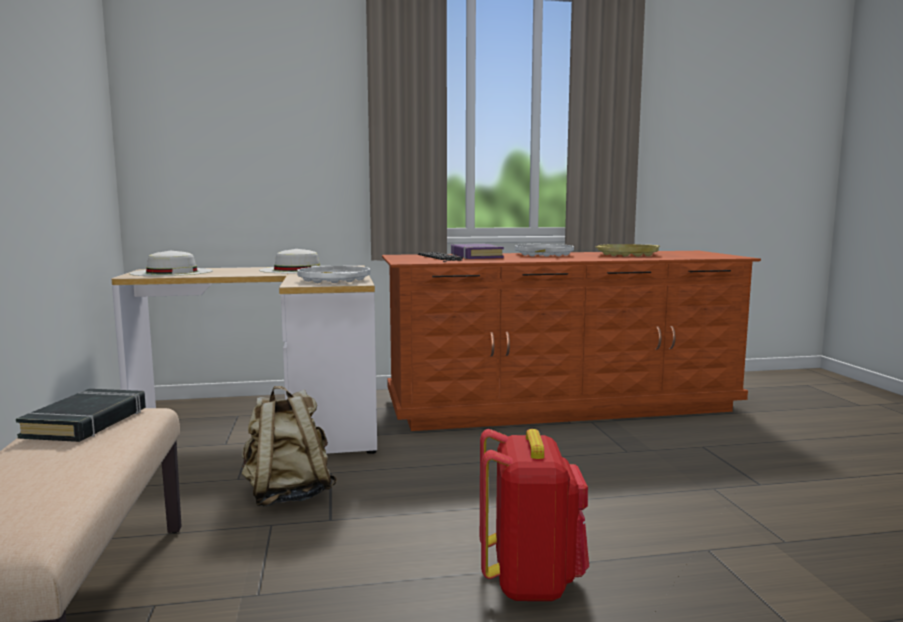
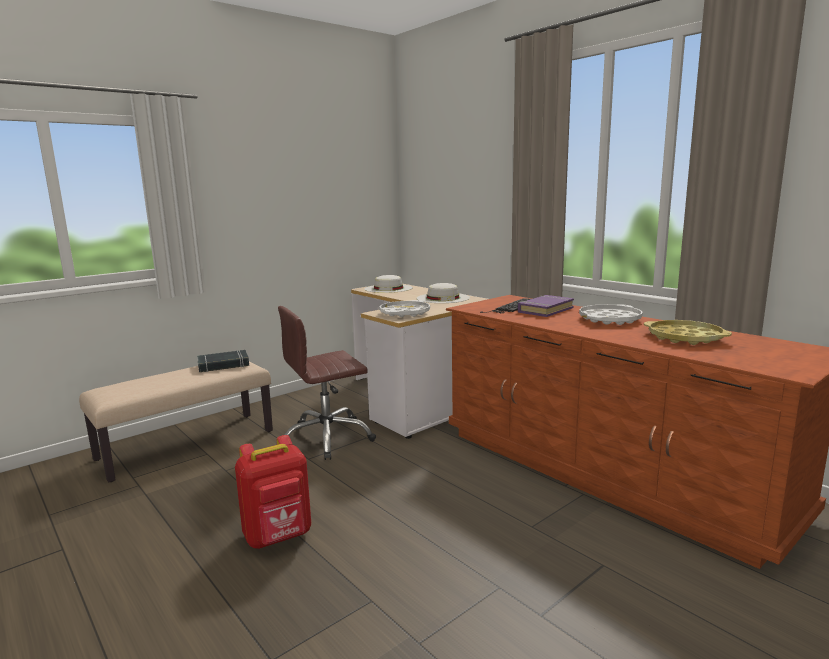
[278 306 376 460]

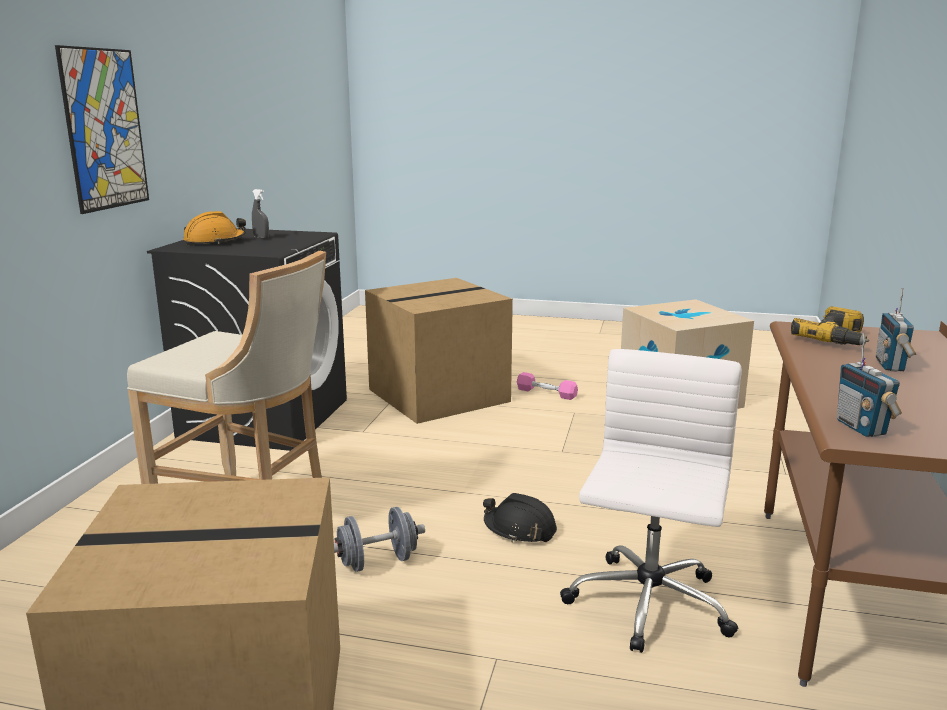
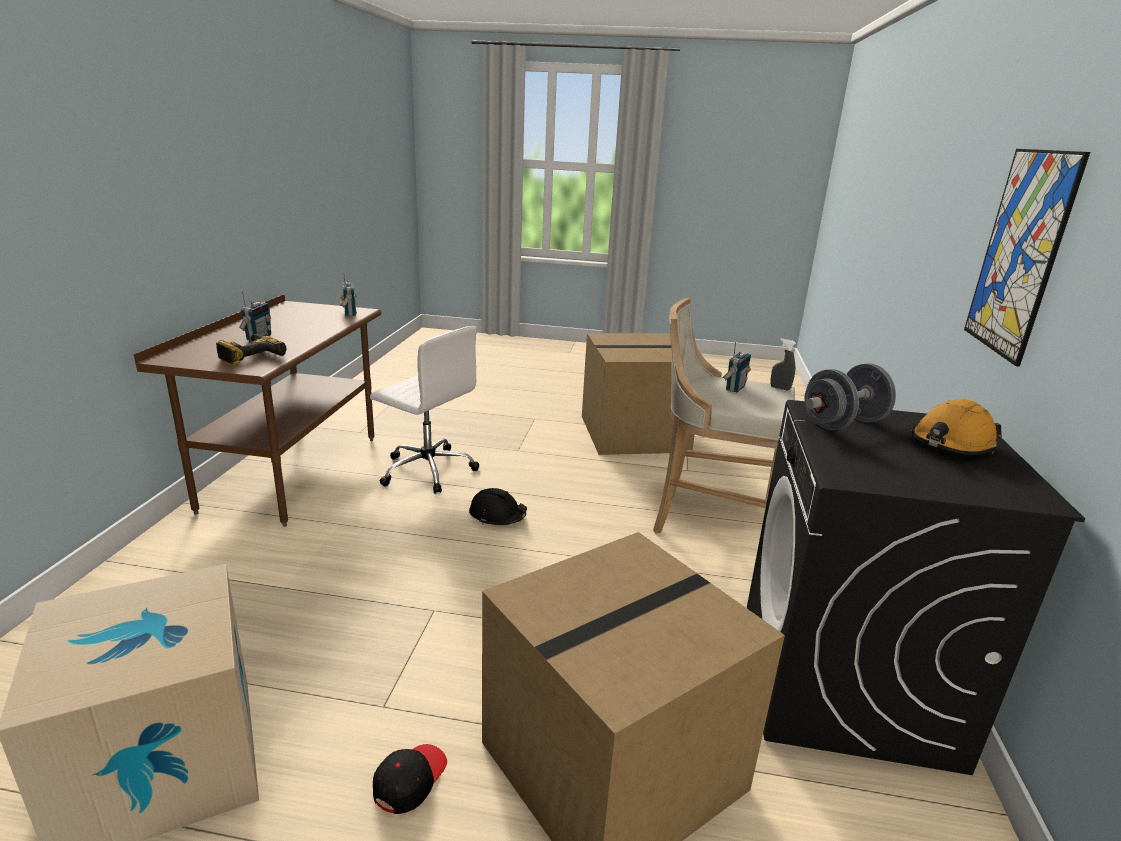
[370 326 479 494]
[373 744 447 814]
[723 341 751 393]
[770 339 796 390]
[804 363 896 430]

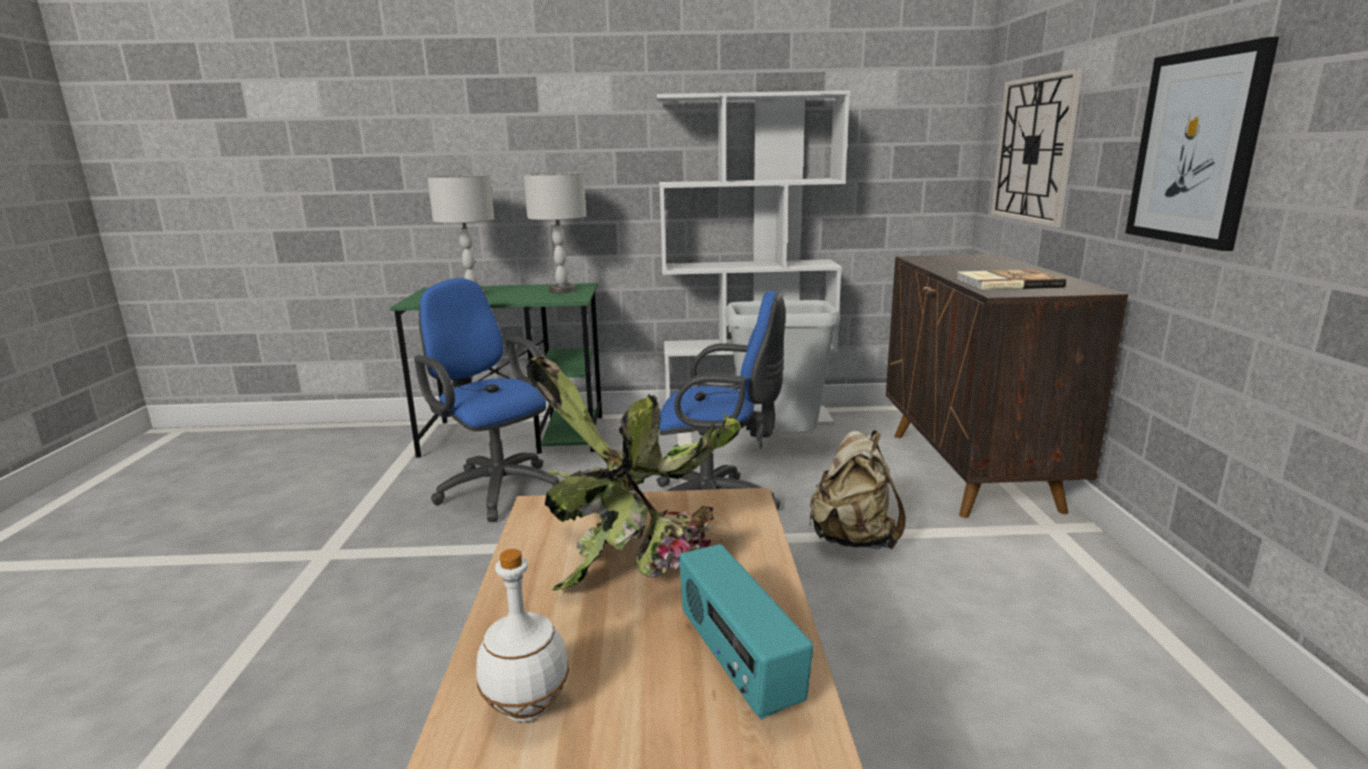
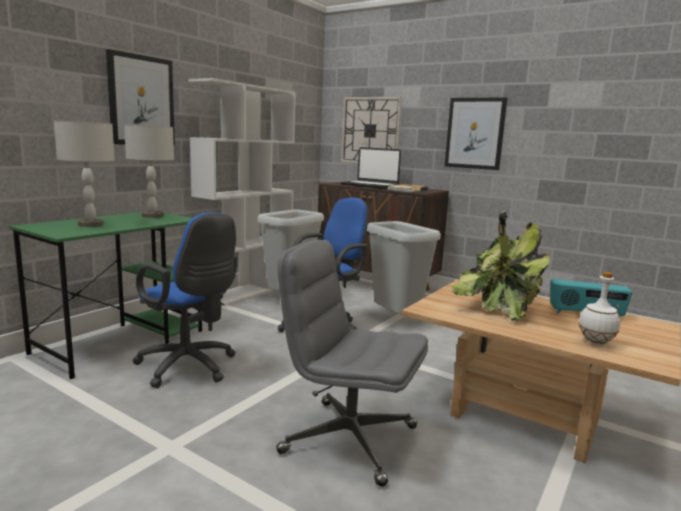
[106 49 175 145]
[132 212 237 388]
[276 240 428 487]
[341 147 401 189]
[367 221 441 315]

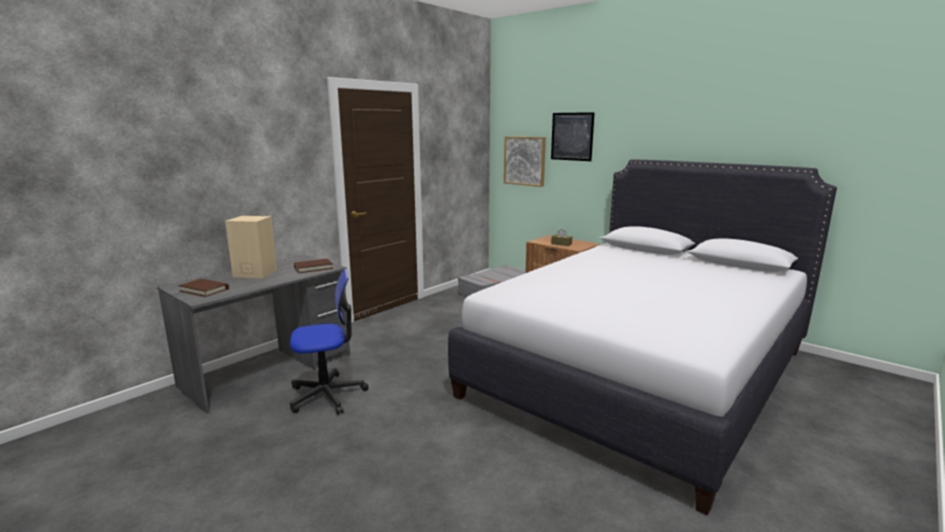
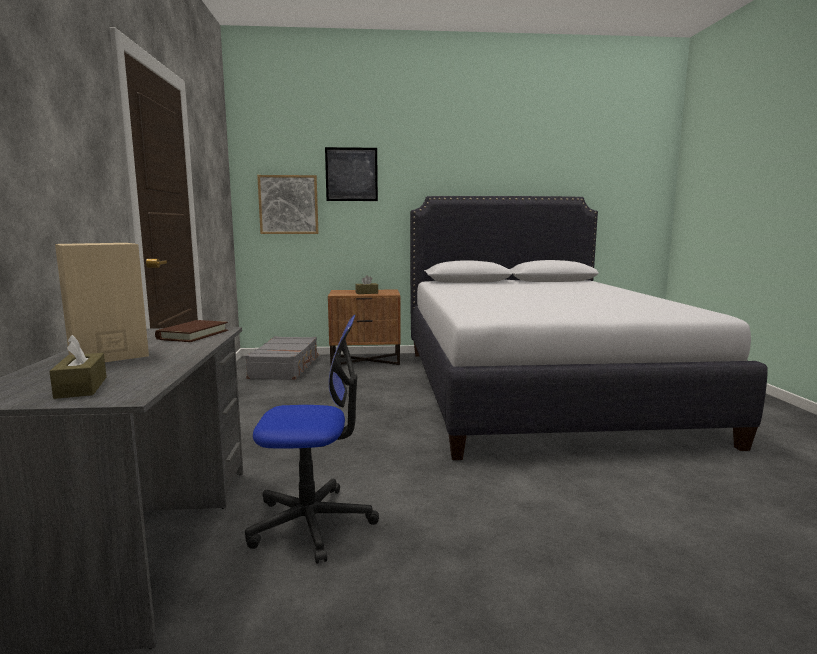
[49 335 107 399]
[245 315 379 564]

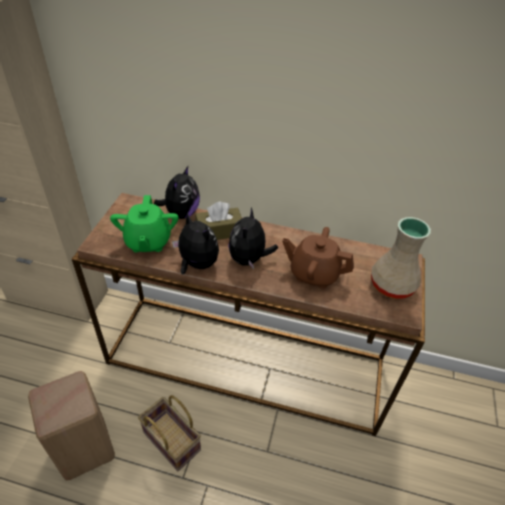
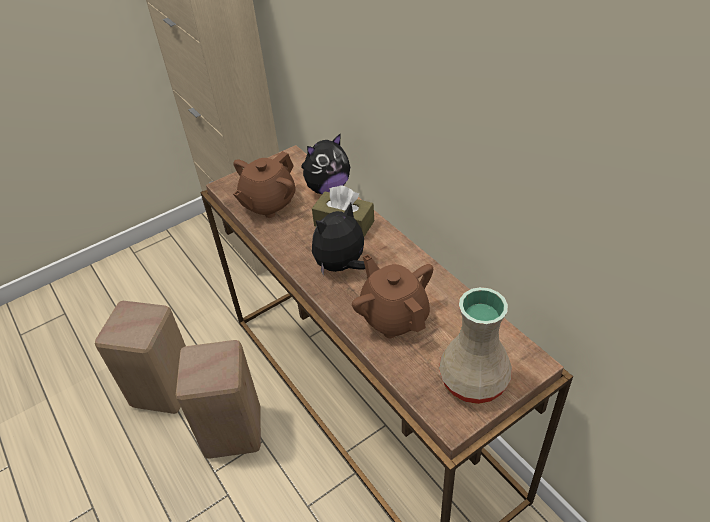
[176 340 261 459]
[233 151 296 218]
[172 212 219 274] (first image)

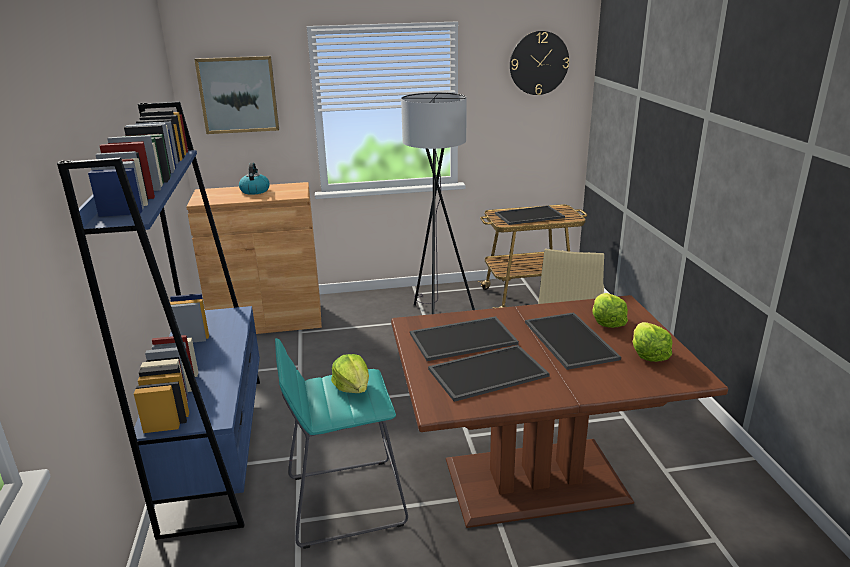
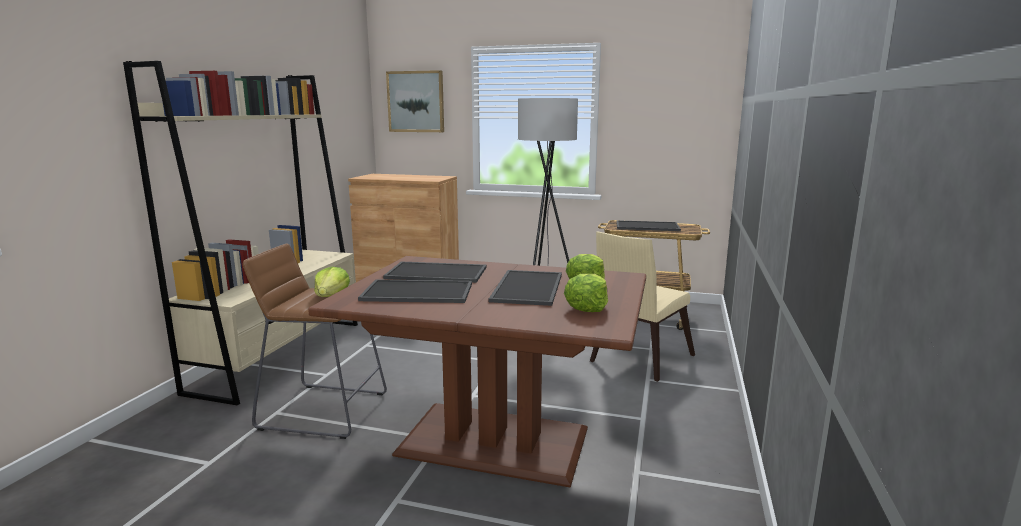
[123 61 358 405]
[243 244 387 439]
[239 163 270 195] (first image)
[510 31 569 95] (first image)

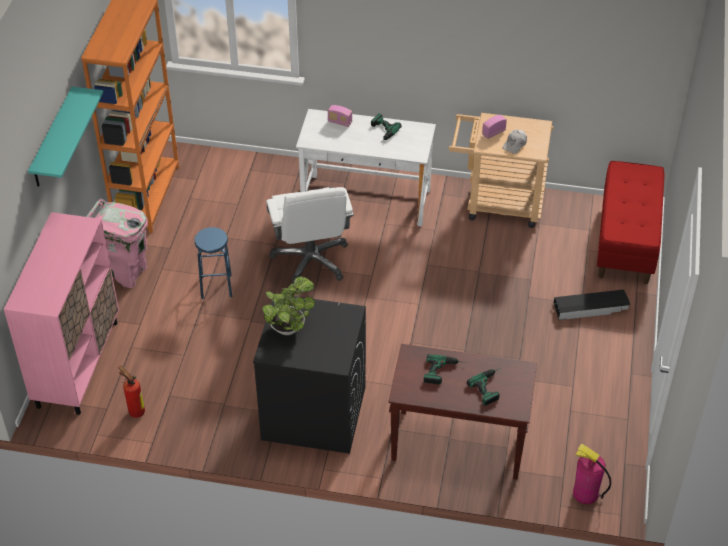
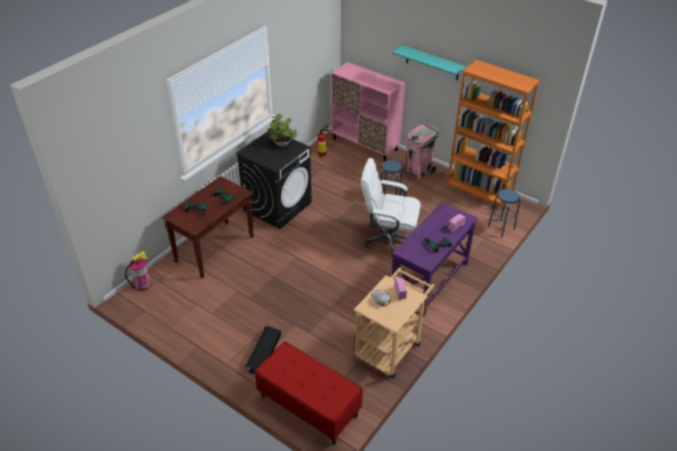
[392 202 478 316]
[488 189 520 237]

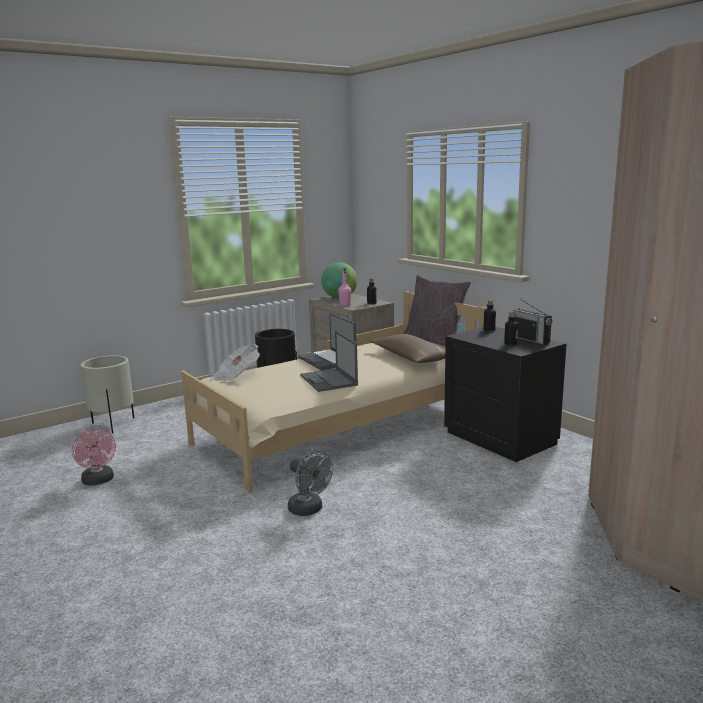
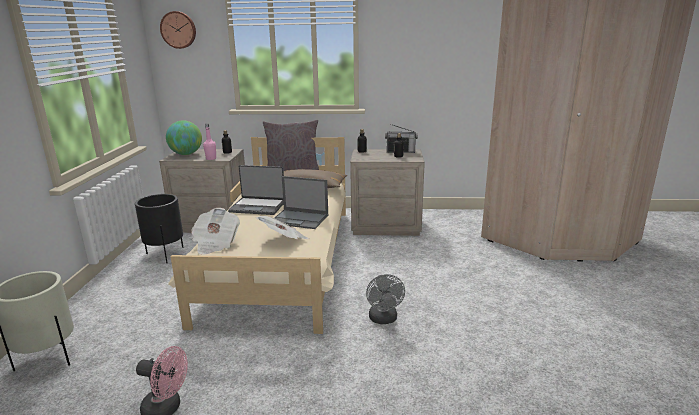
[160 11 196 49]
[255 216 309 239]
[350 149 425 236]
[366 274 405 324]

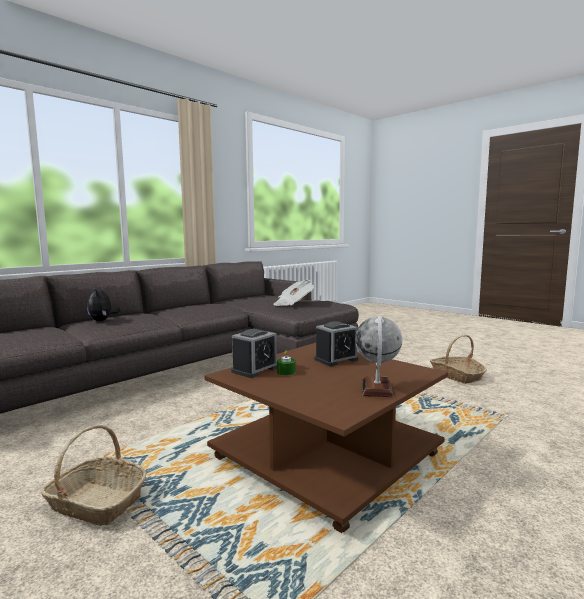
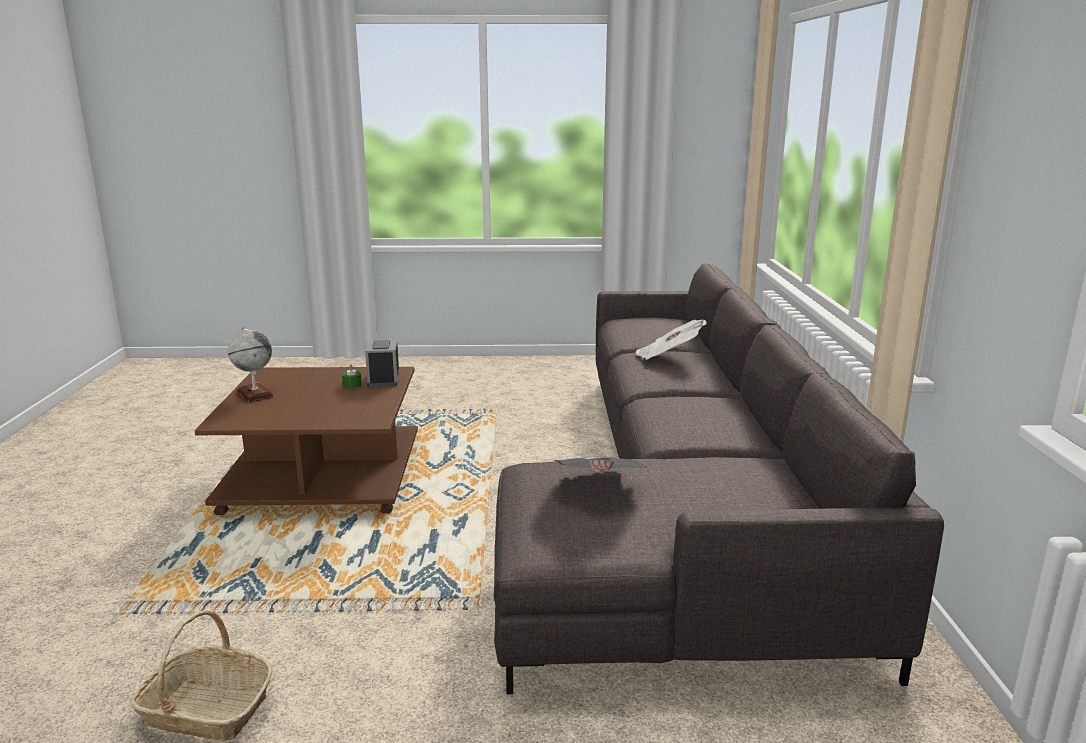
[635 320 707 360]
[41 425 147 526] (first image)
[314 321 359 366] (first image)

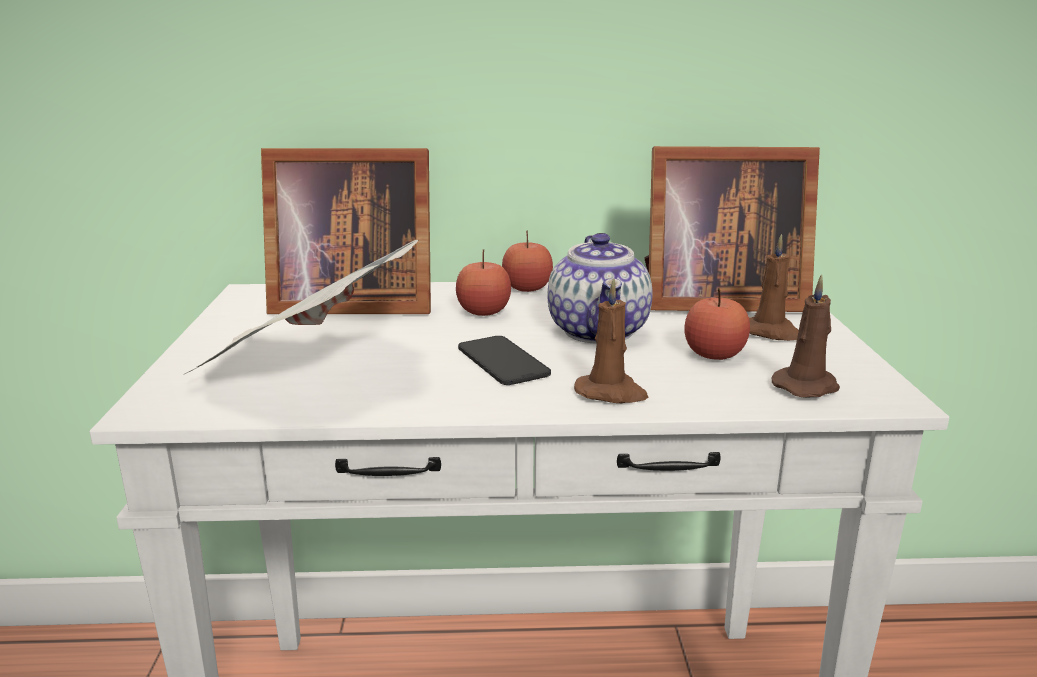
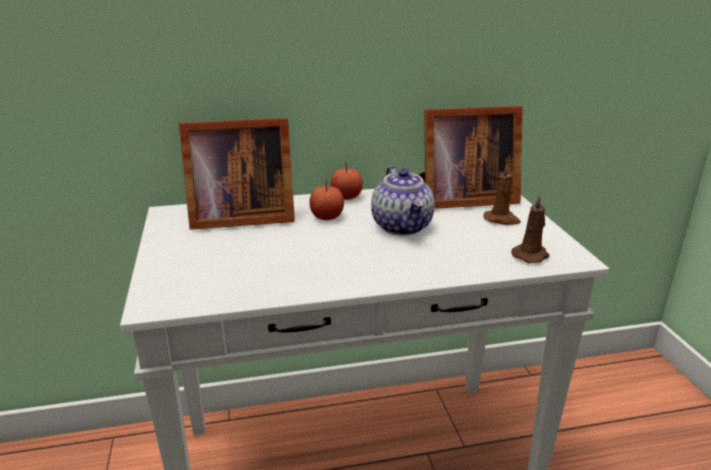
[185 240 419 374] (first image)
[458 336 551 385] (first image)
[574 278 648 403] (first image)
[684 288 750 360] (first image)

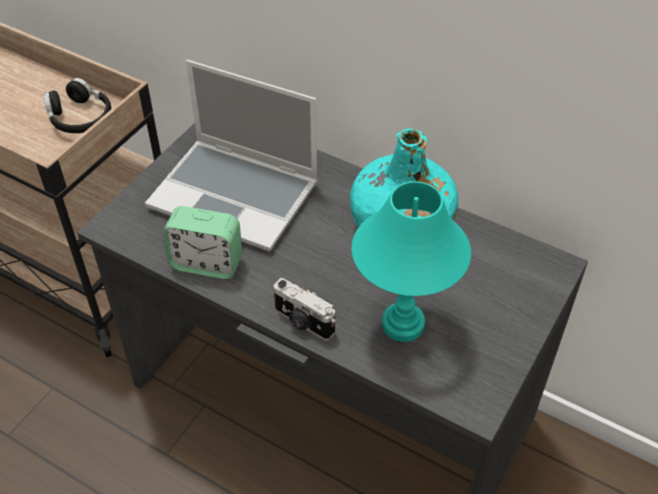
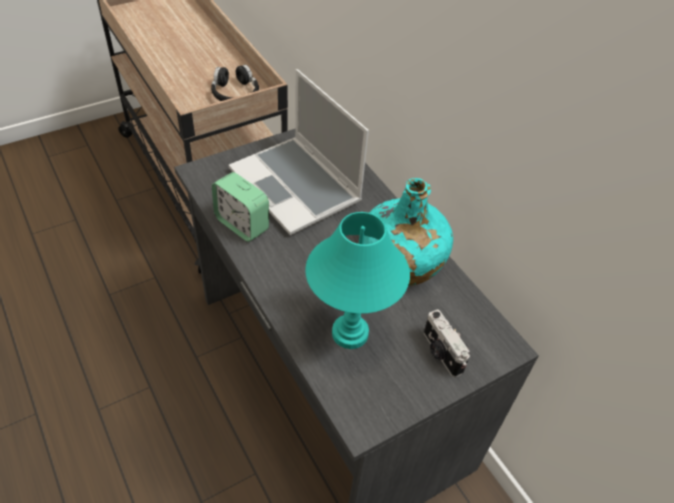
[424 310 470 378]

